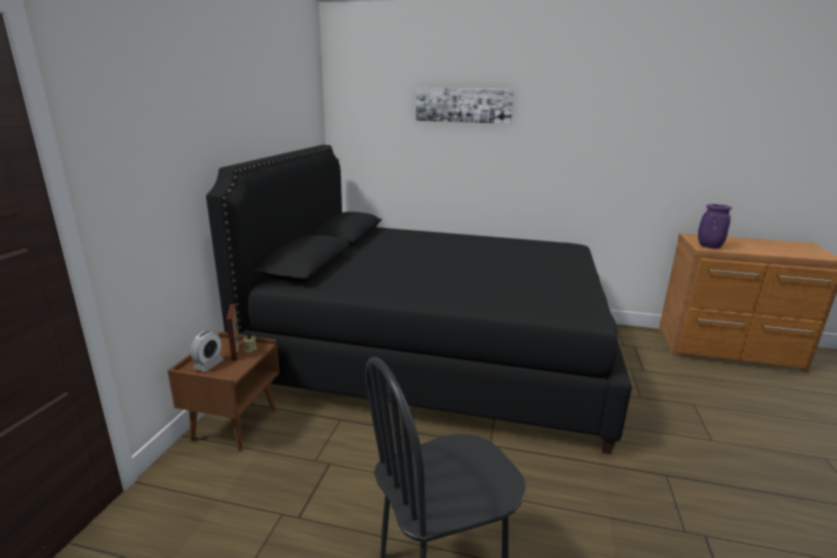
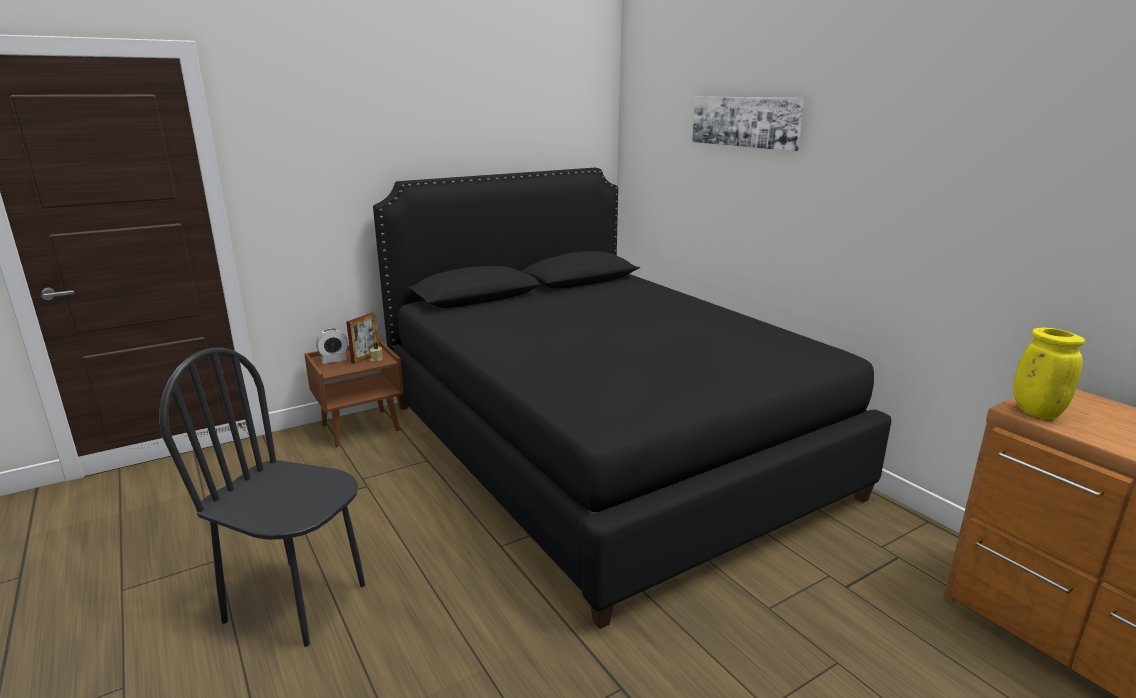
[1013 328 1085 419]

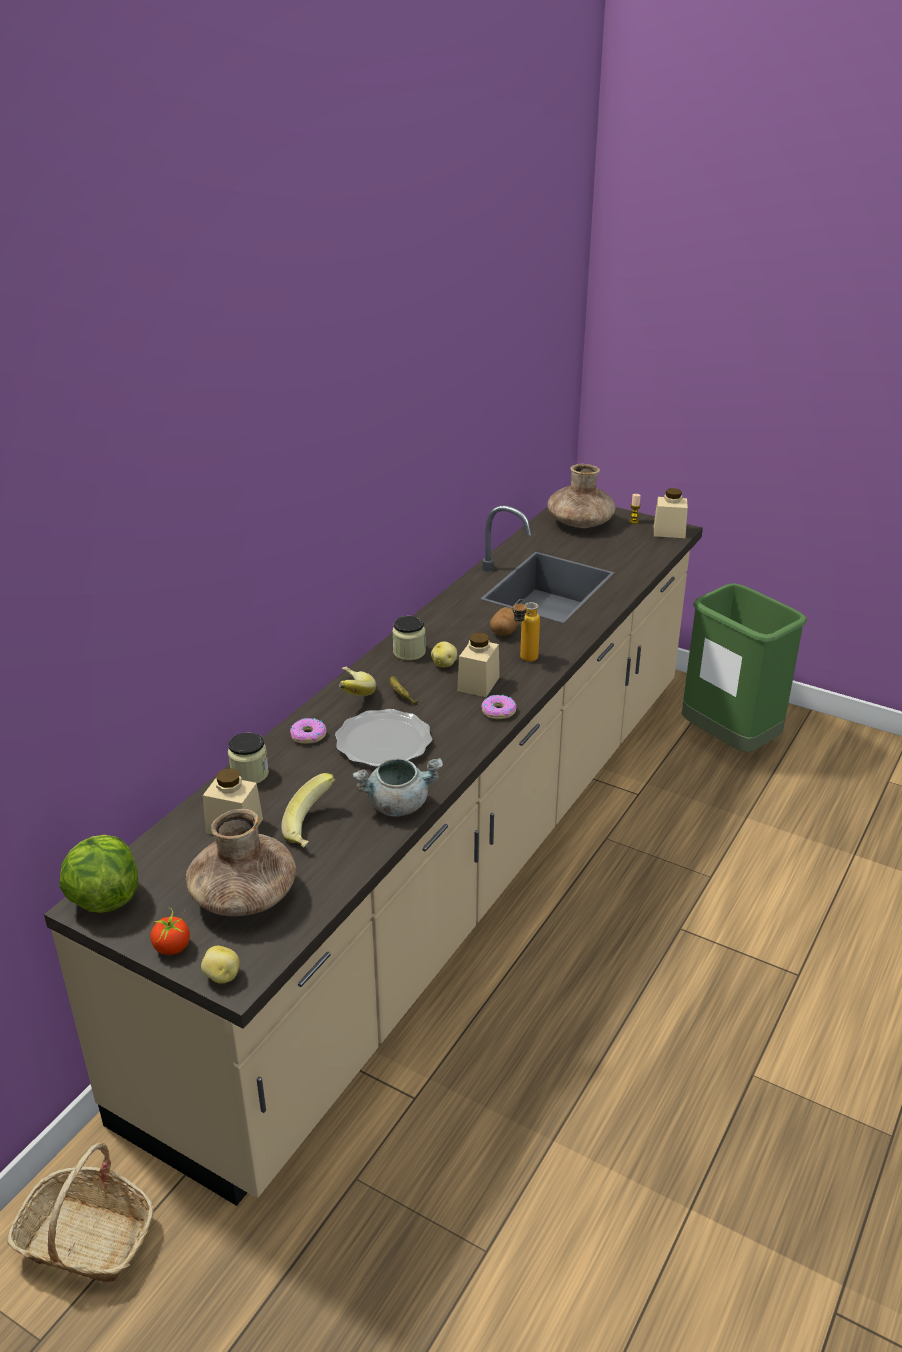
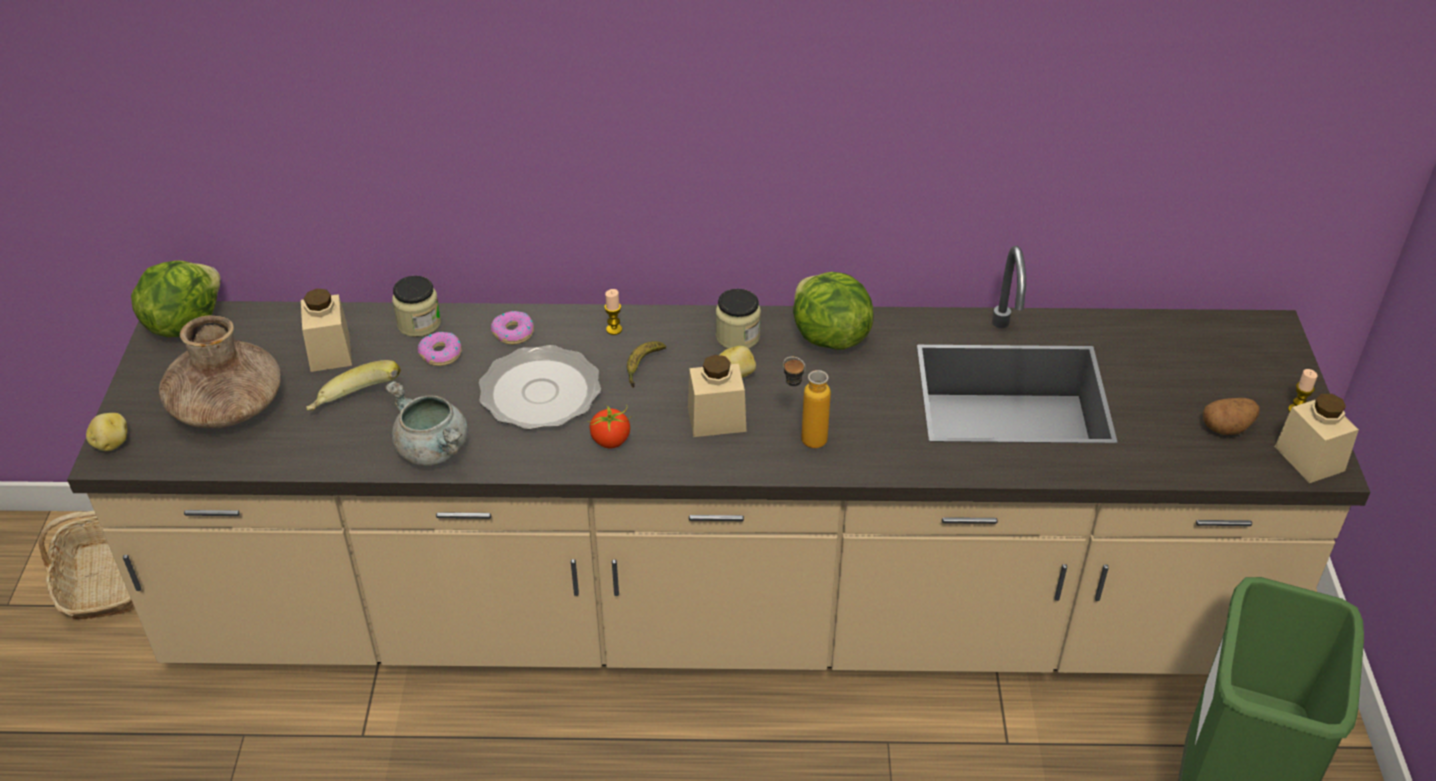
[418 332 462 366]
[587 405 632 449]
[604 289 622 335]
[793 272 874 350]
[1203 398 1260 435]
[547 464 616 528] (first image)

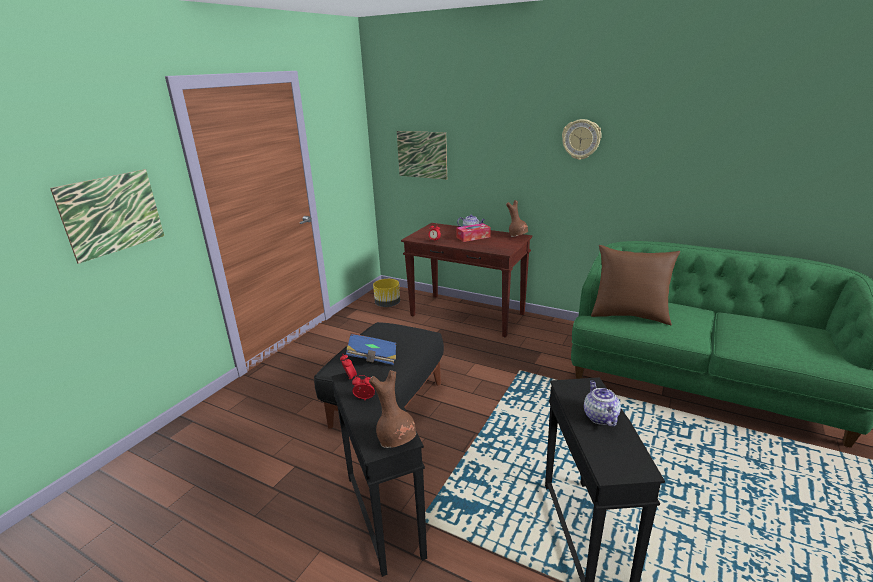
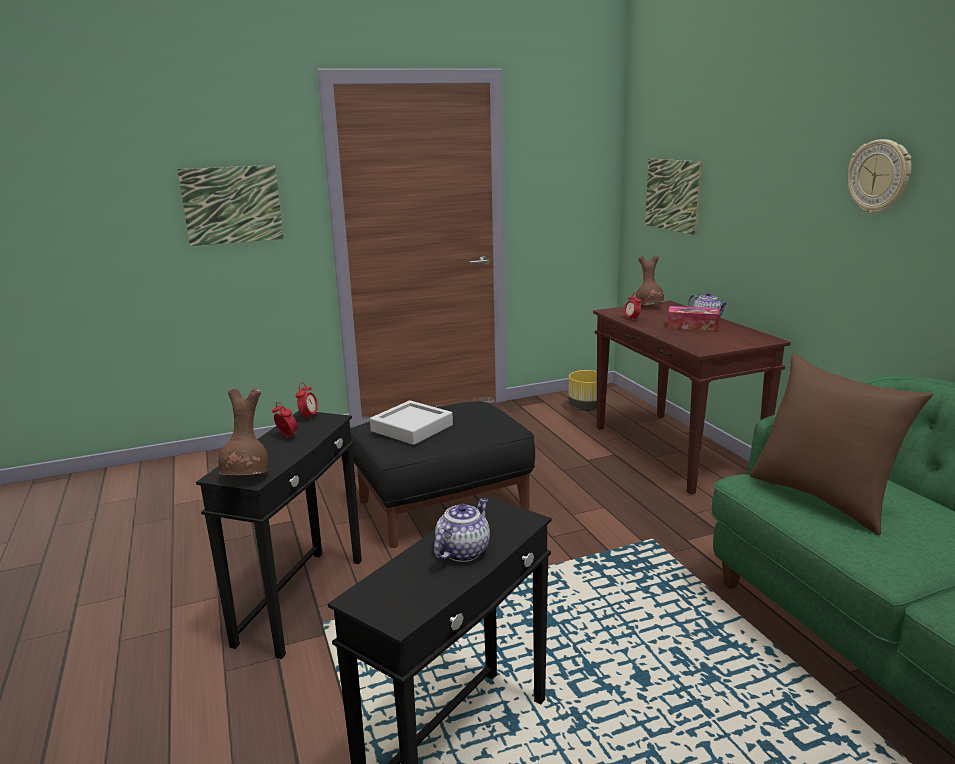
[370 400 453 445]
[636 255 664 306]

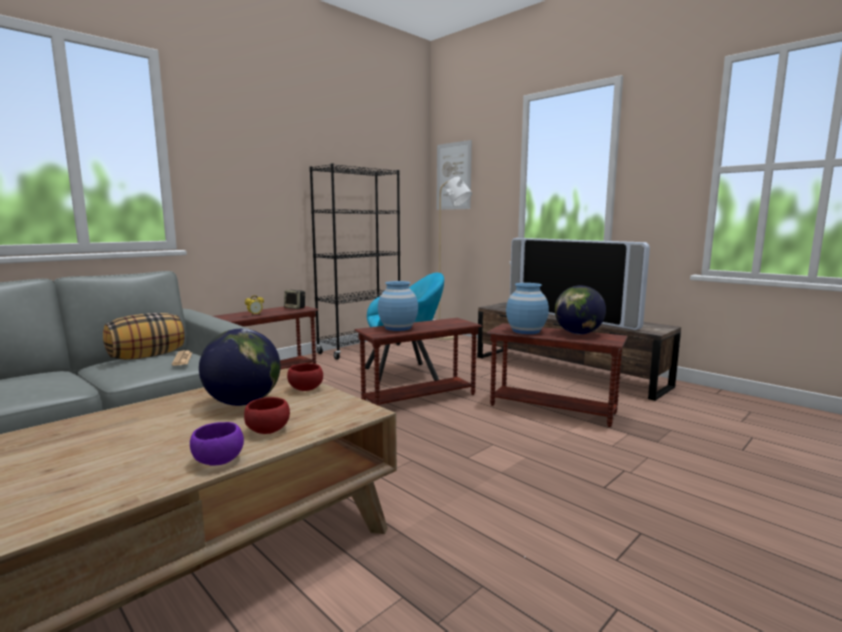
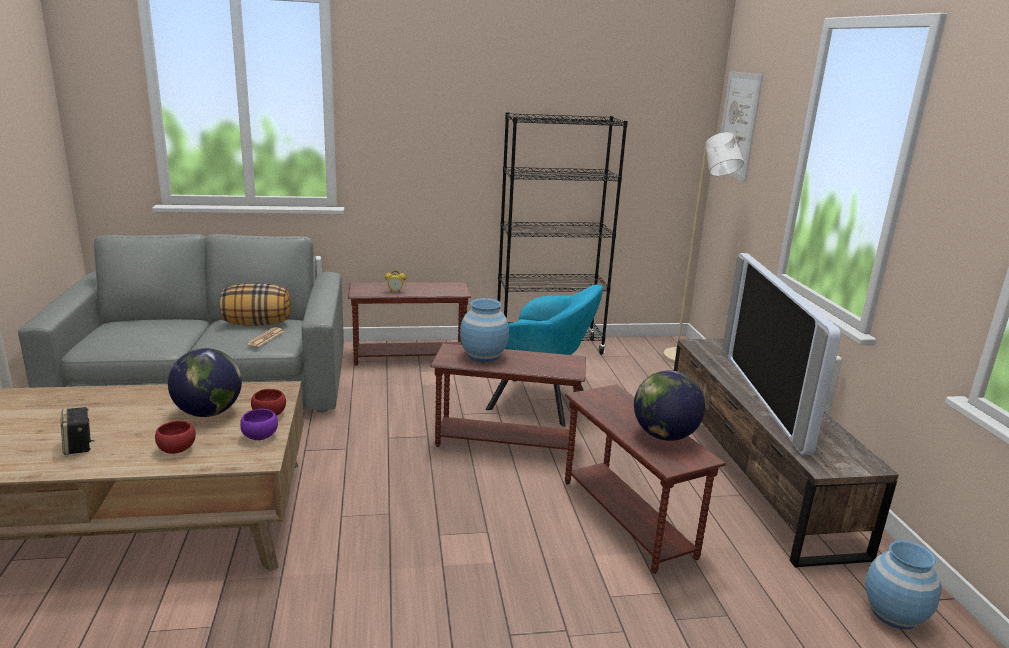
[61 407 94 455]
[240 409 278 440]
[865 540 941 630]

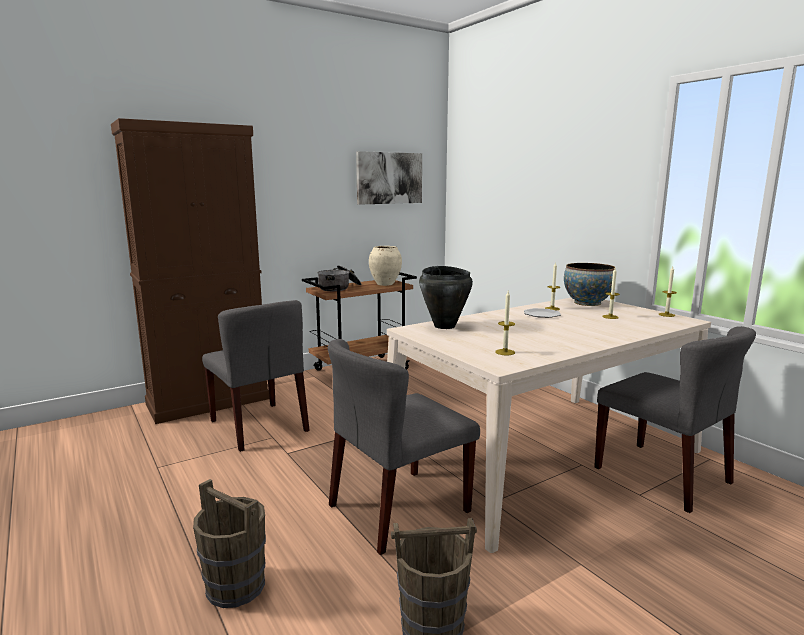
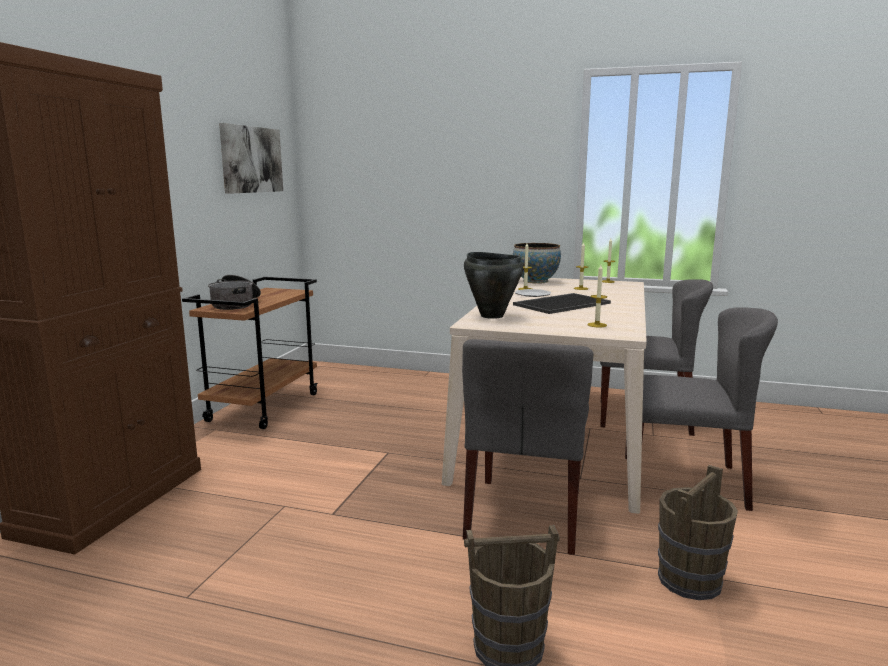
[513 293 611 314]
[625 307 778 511]
[369 246 402 286] (first image)

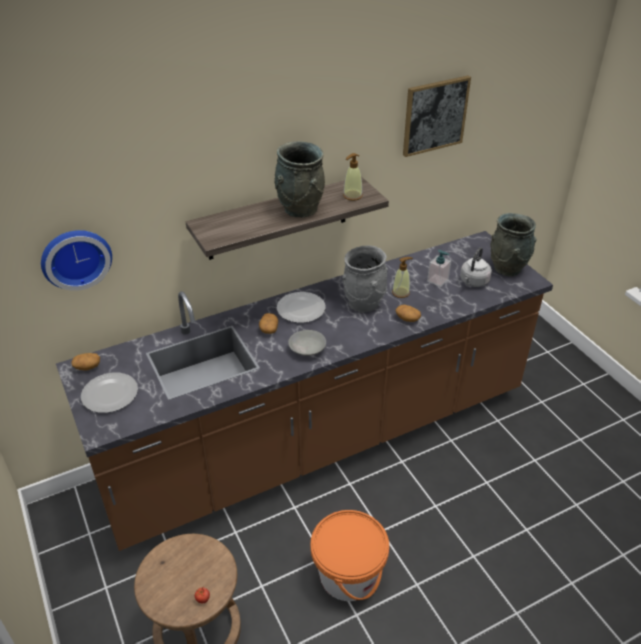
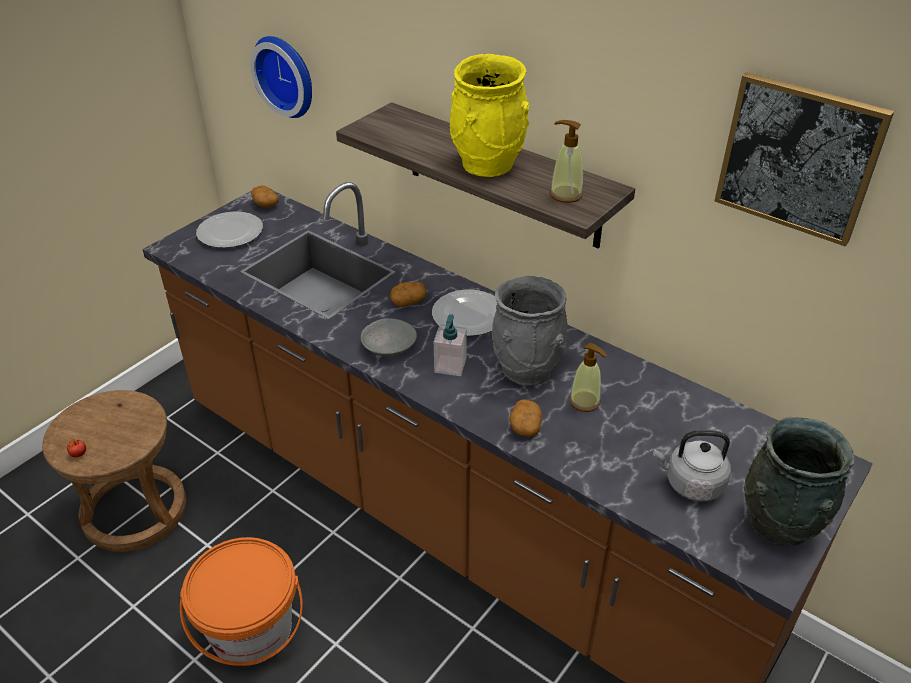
[434 314 467 376]
[450 54 530 177]

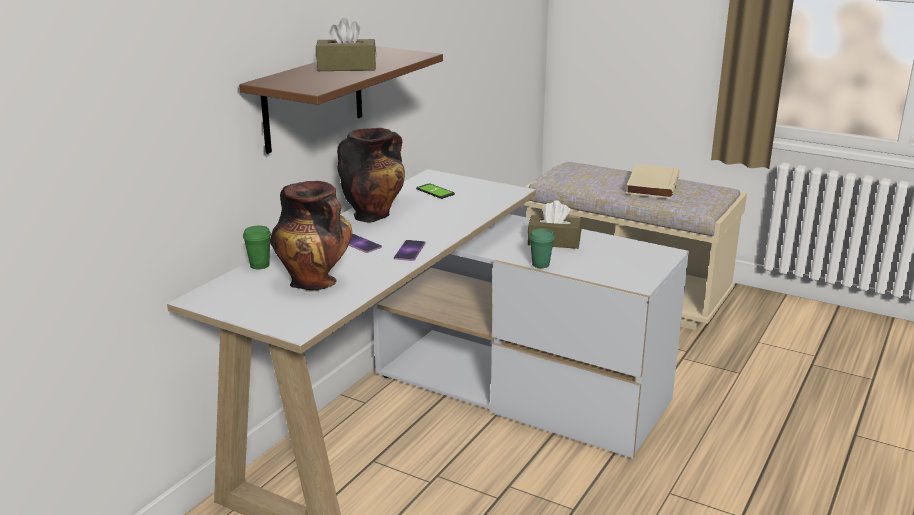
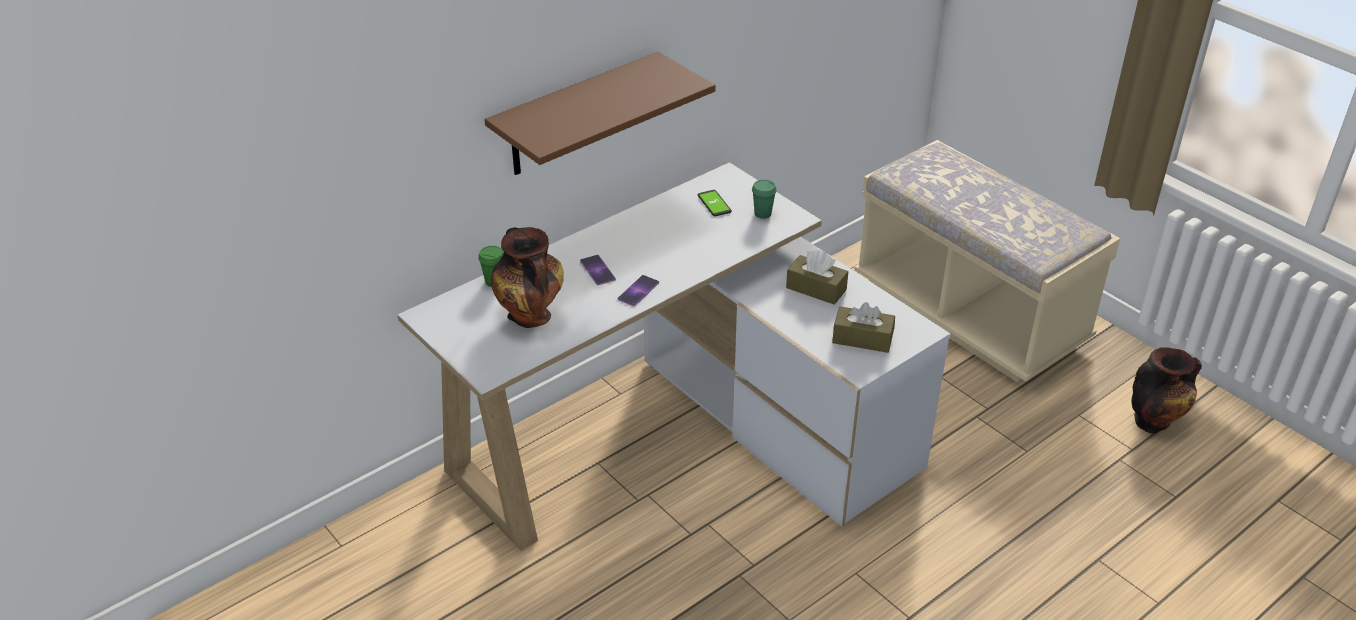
[752 180 777 219]
[832 302 895 353]
[1132 347 1202 434]
[626 164 679 199] (first image)

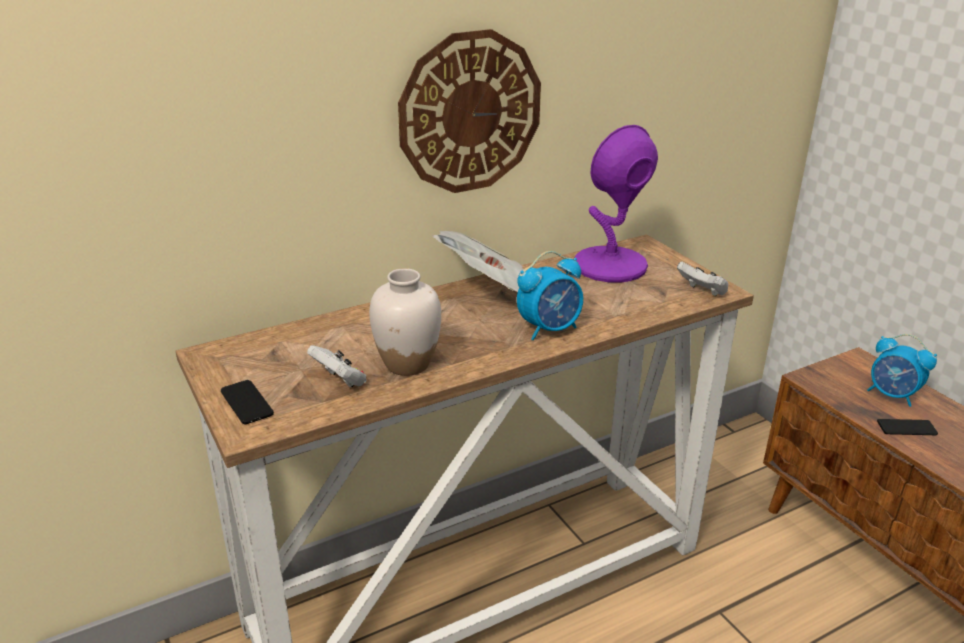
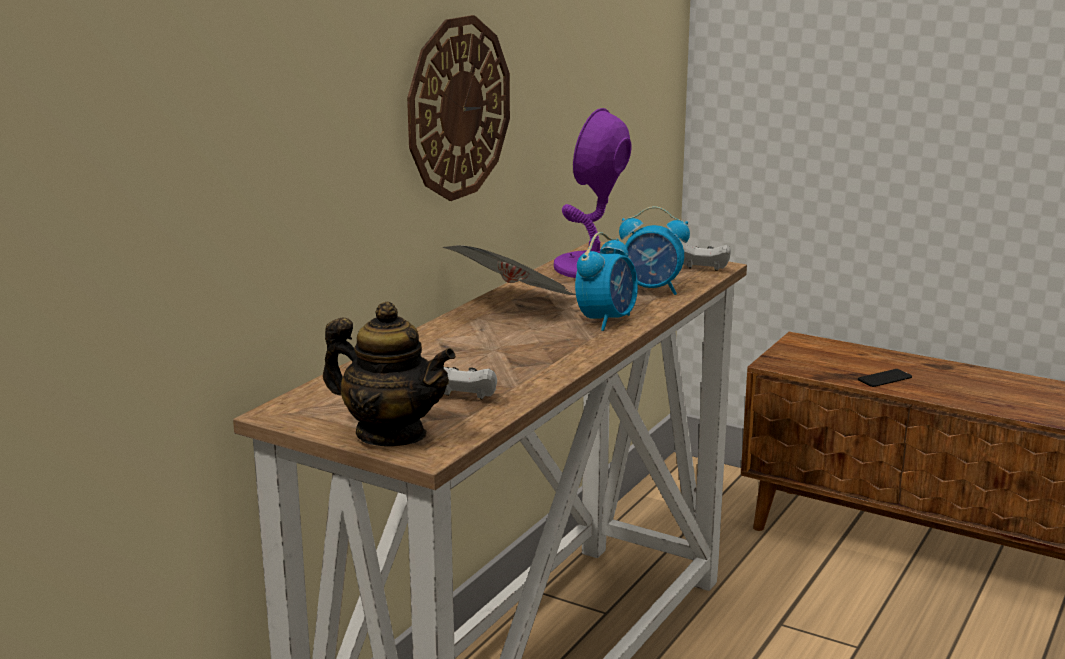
[323 302 456 446]
[619 206 690 295]
[369 268 441 376] (first image)

